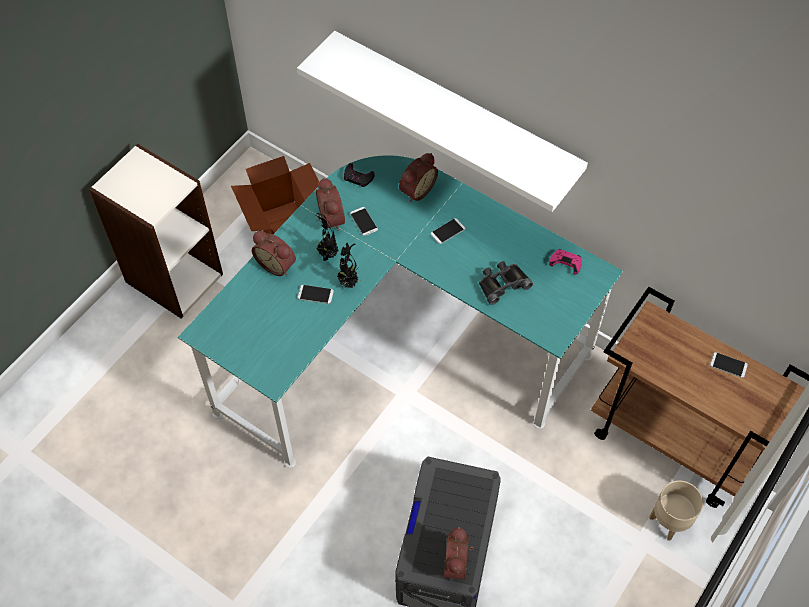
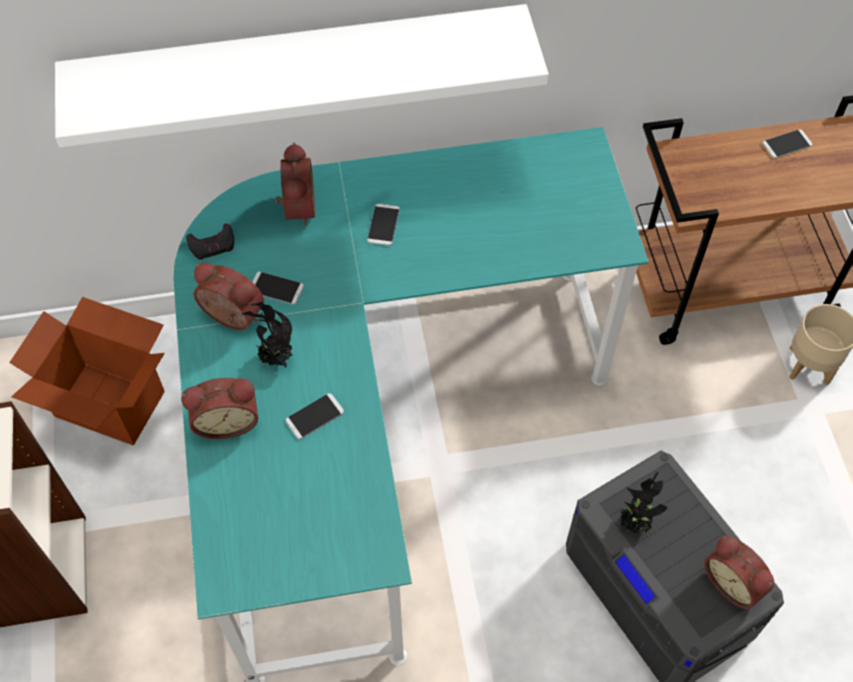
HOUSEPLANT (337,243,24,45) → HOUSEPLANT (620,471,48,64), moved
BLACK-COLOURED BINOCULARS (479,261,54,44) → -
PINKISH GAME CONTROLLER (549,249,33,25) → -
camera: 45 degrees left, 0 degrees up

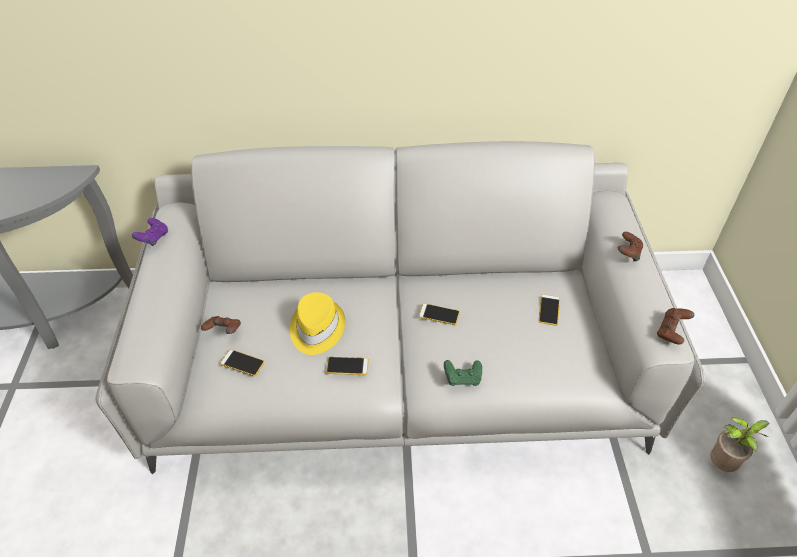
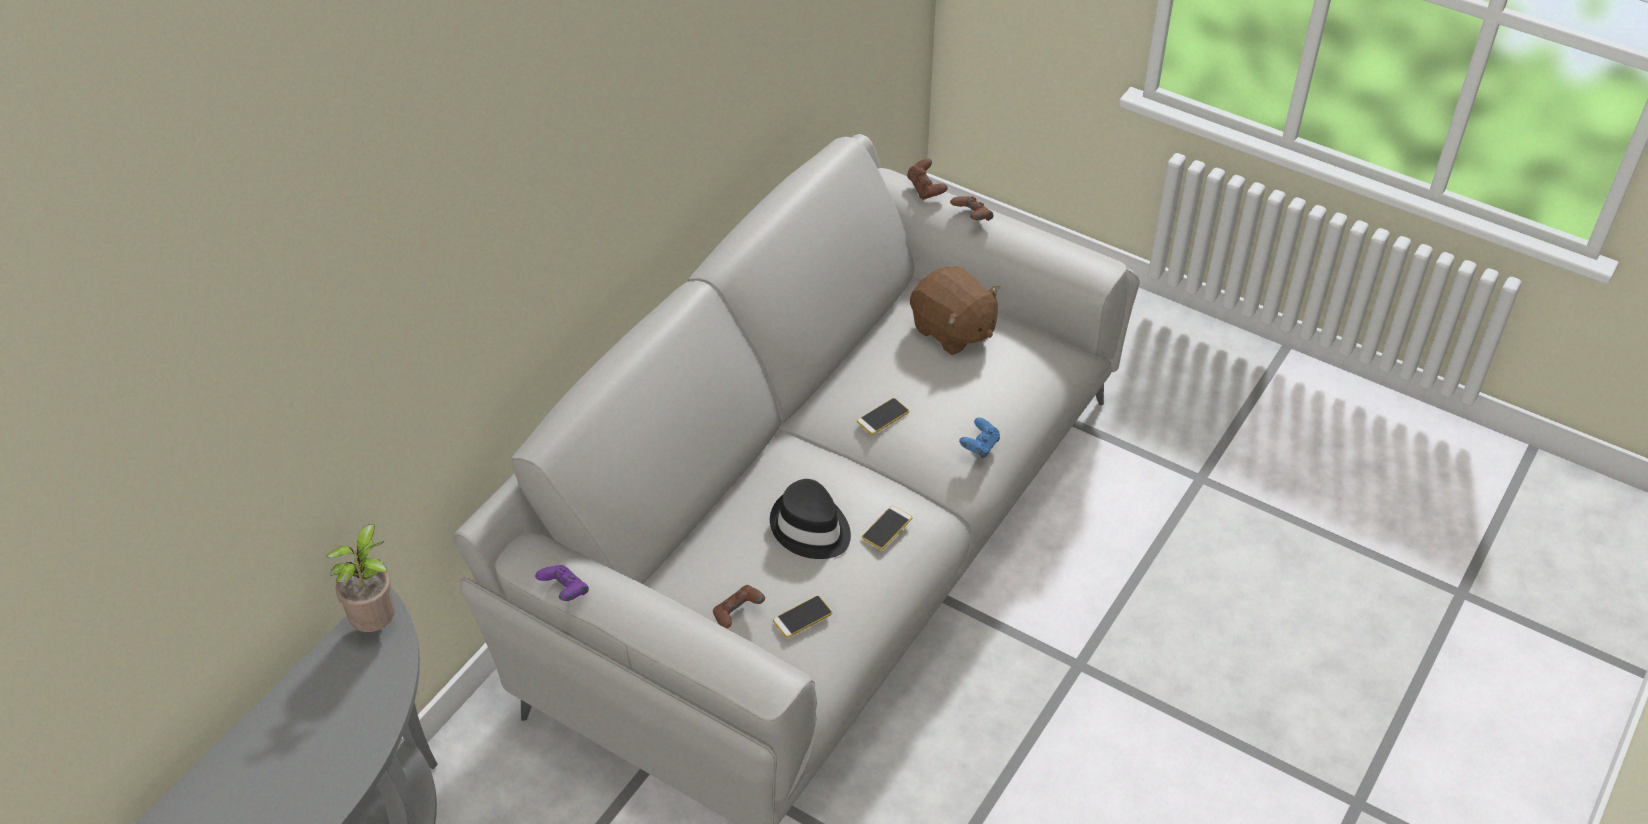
HOUSEPLANT (710,417,60,55) → HOUSEPLANT (326,524,69,108), moved
YELLOW WEARABLE HAT (290,292,55,63) → BLACK-COLOURED WEARABLE HAT (770,479,81,80)
BROWN GAME CONTROLLER (657,308,37,37) → BROWN GAME CONTROLLER (907,158,41,42), moved
TELEPHONE (538,294,22,32) → BROWN PLUSH TOY (910,266,90,89)
GREEN-COLOURED GAME CONTROLLER (444,360,38,26) → BLUISH GAME CONTROLLER (959,417,41,41)
camera: 55 degrees left, 0 degrees up

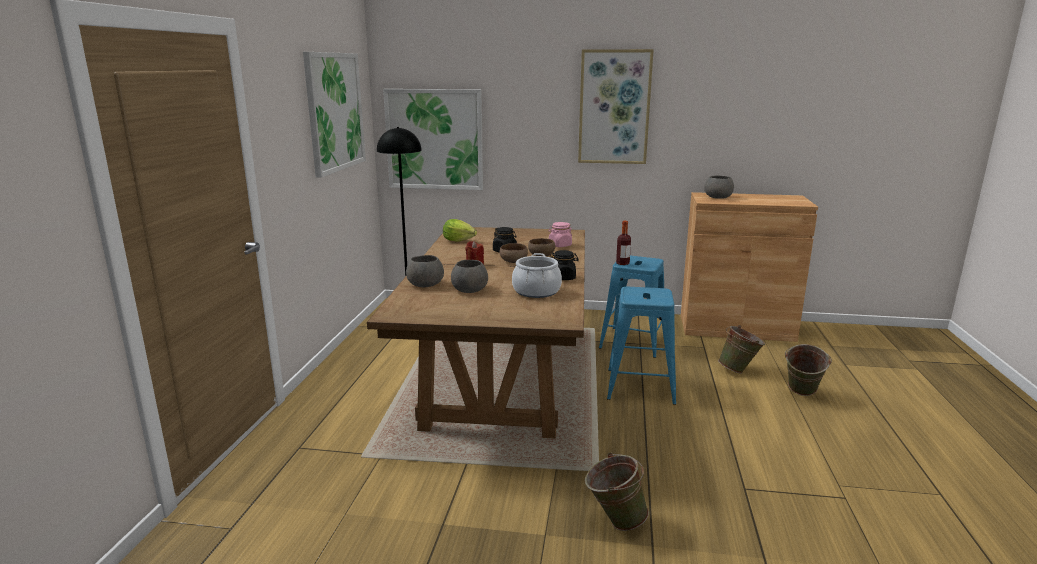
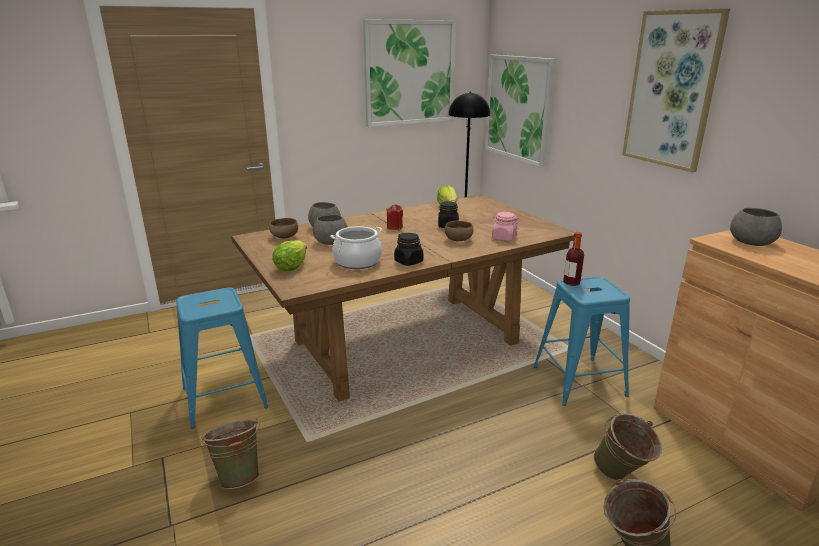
BLUISH STOOL (607,287,69,118) → BLUISH STOOL (176,288,92,141), moved
BROWN DEEP DISH (499,243,29,20) → BROWN DEEP DISH (269,218,29,20), moved
- → LETTUCE HEAD (272,240,35,31)
camera: 55 degrees right, 5 degrees up

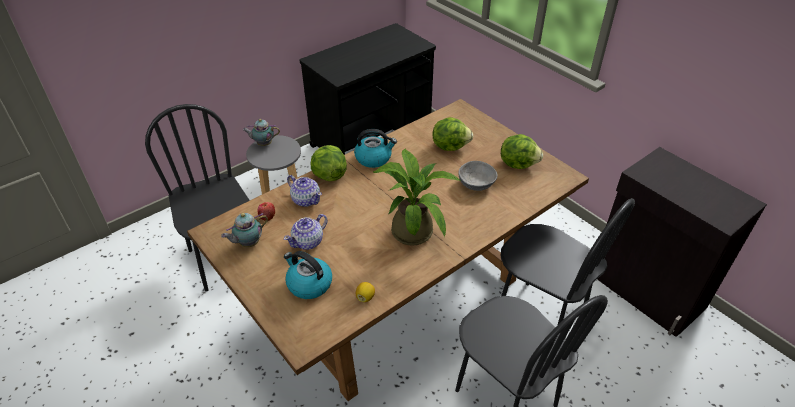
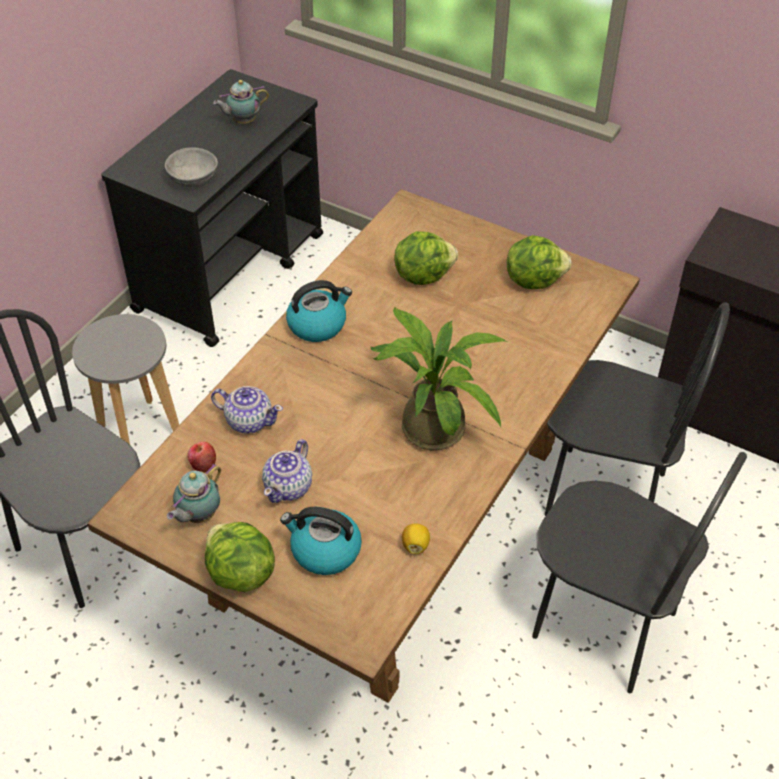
GRAY DEEP DISH (458,161,40,30) → GRAY DEEP DISH (165,147,53,40), moved
LETTUCE HEAD (310,145,37,36) → LETTUCE HEAD (205,522,70,70), moved
TEAPOT (243,119,37,27) → TEAPOT (213,80,56,44), moved
camera: 20 degrees left, 5 degrees up

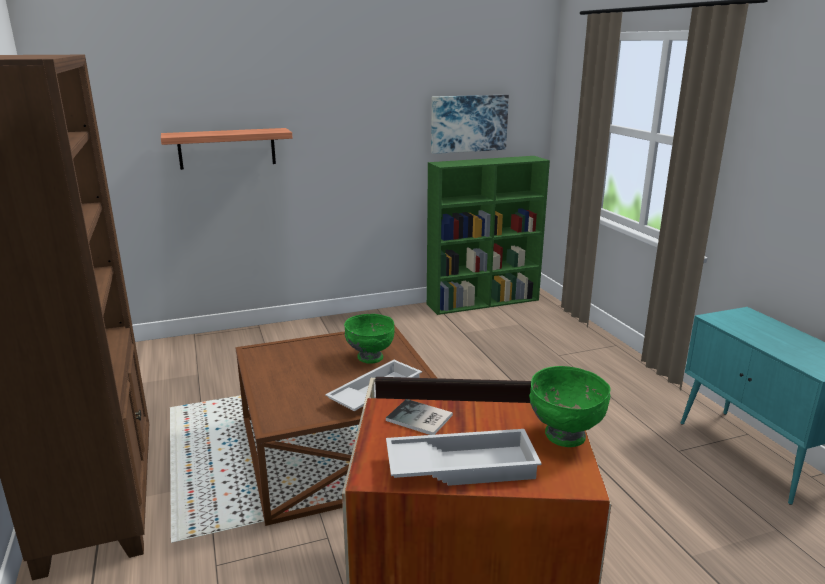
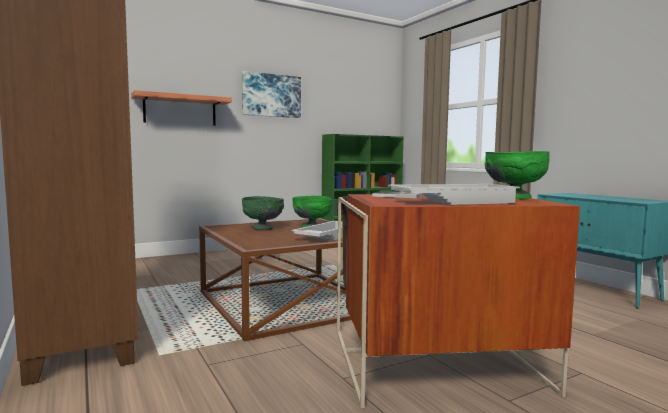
WALL ART (431,95,78,59) → WALL ART (242,71,59,47), moved
- → GREEN-COLOURED DEEP DISH (242,196,42,34)
camera: 10 degrees left, 15 degrees down

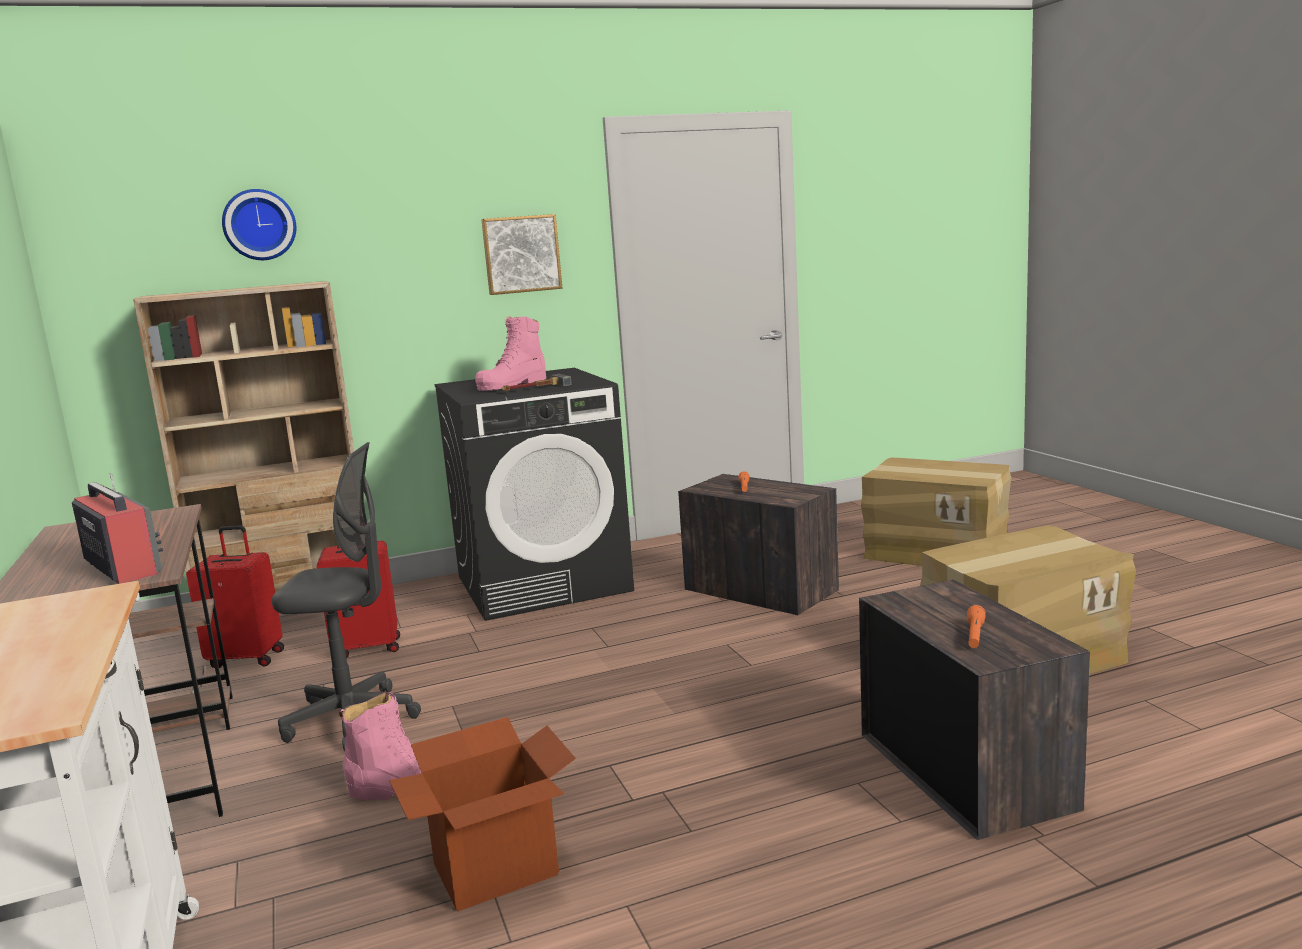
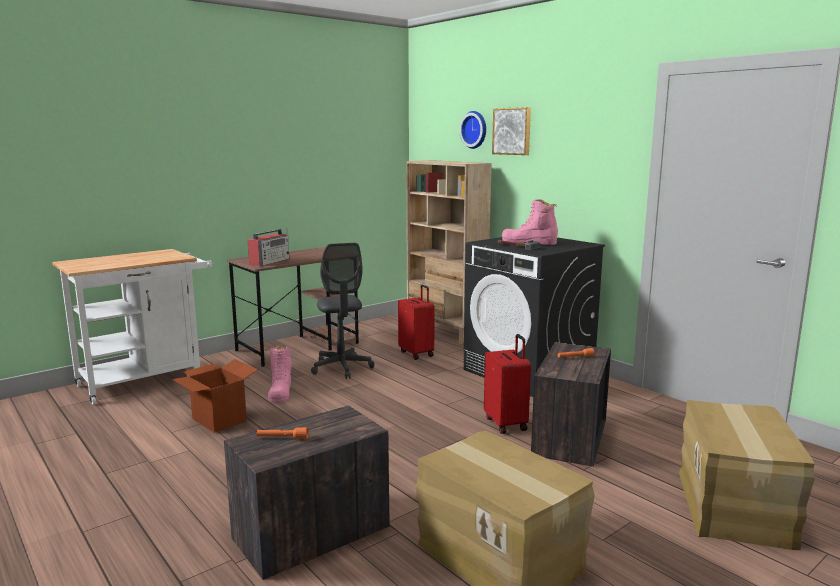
REDDISH PIECE OF LUGGAGE (186,525,98,143) → REDDISH PIECE OF LUGGAGE (484,334,47,100), moved
WALL ART (481,214,81,81) → WALL ART (492,107,39,48), moved
camera: 70 degrees right, 0 degrees up

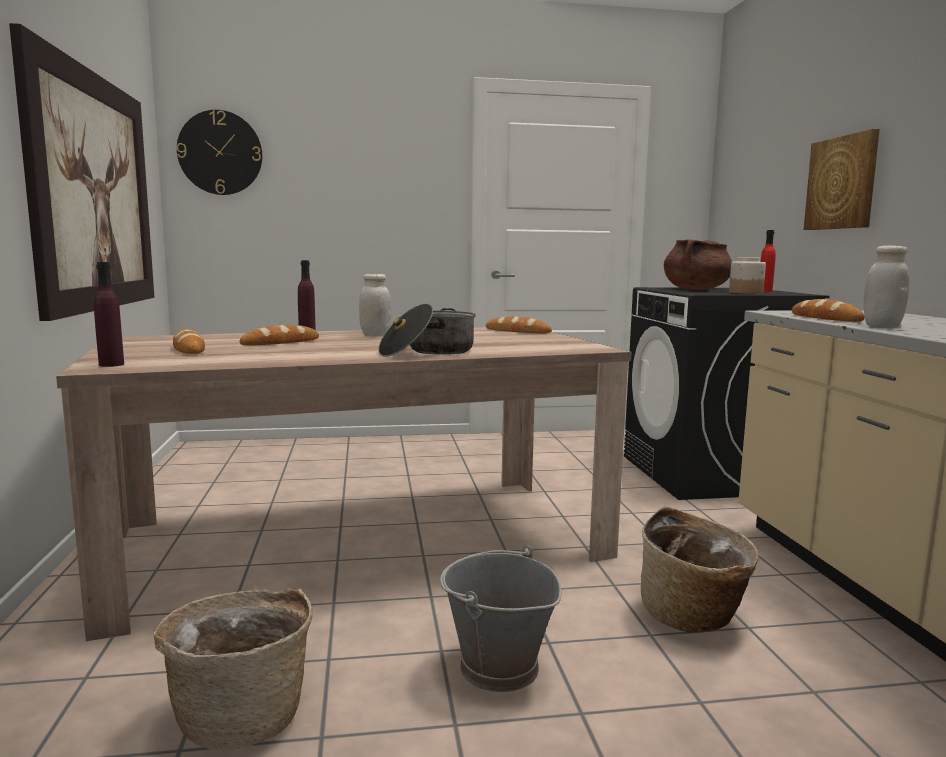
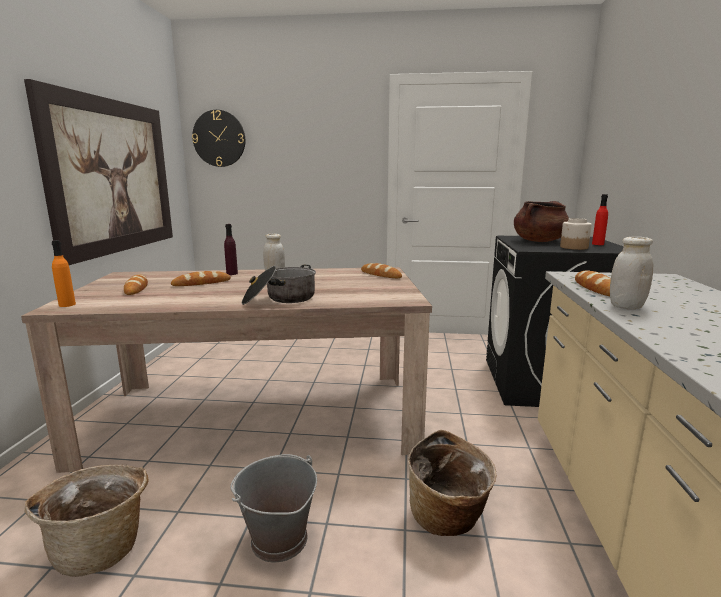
PURPLE-COLOURED BOTTLE (94,262,30,105) → ORANGEY BOTTLE (52,240,24,67)
WALL ART (804,129,76,101) → -
camera: 15 degrees right, 5 degrees up

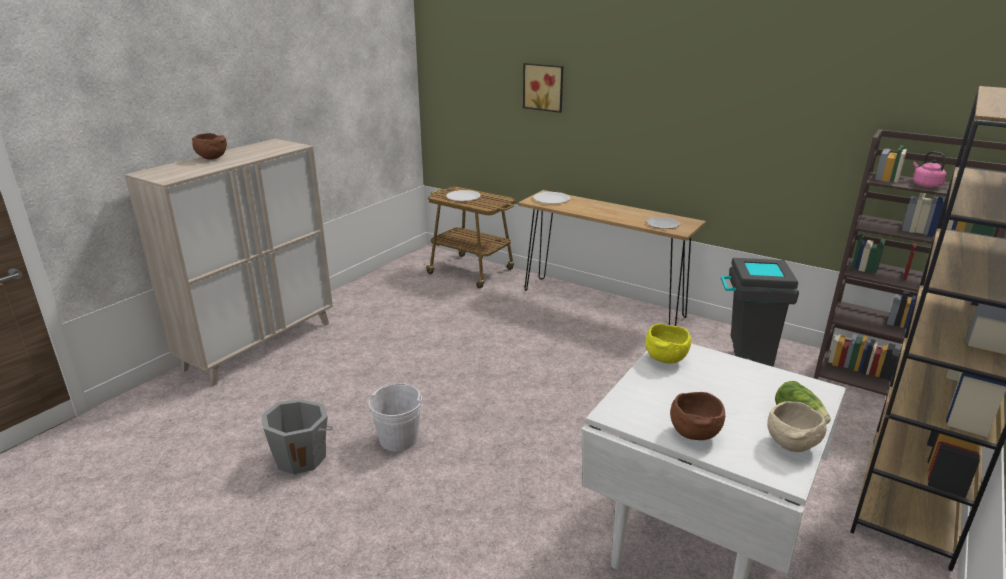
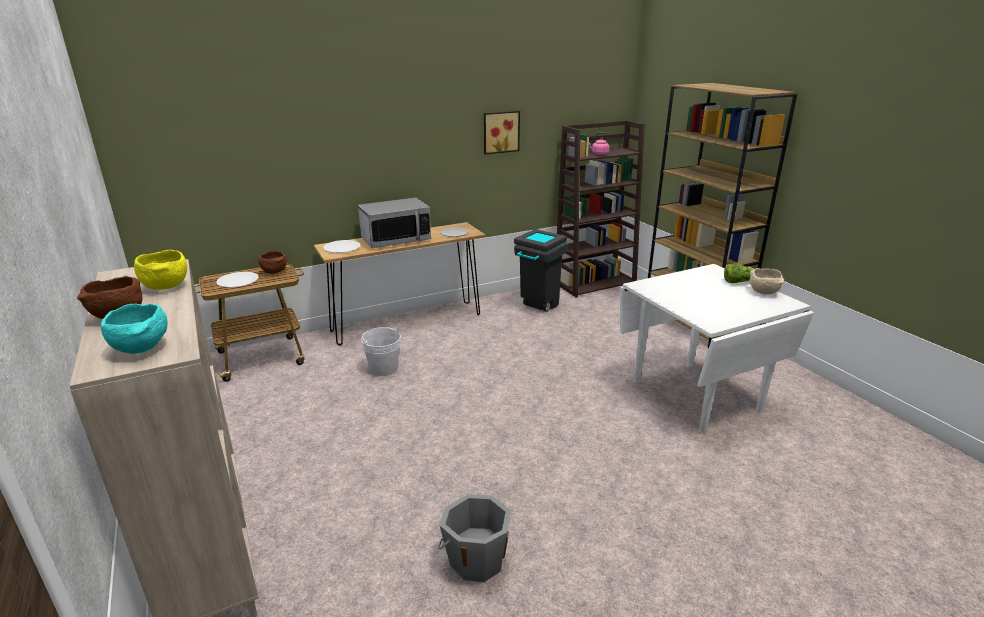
- → TURQUOISE DEEP DISH (101,304,67,50)
YELLOW DEEP DISH (645,324,46,39) → YELLOW DEEP DISH (134,250,53,40), moved
BROWN DEEP DISH (670,392,55,48) → BROWN DEEP DISH (259,251,28,23), moved
- → MICROWAVE (358,198,73,50)
WHITE WATER BUCKET (369,383,53,69) → WHITE WATER BUCKET (361,327,40,49), moved
WALL ART (523,63,40,50) → WALL ART (484,111,36,43), moved
camera: 60 degrees left, 0 degrees up

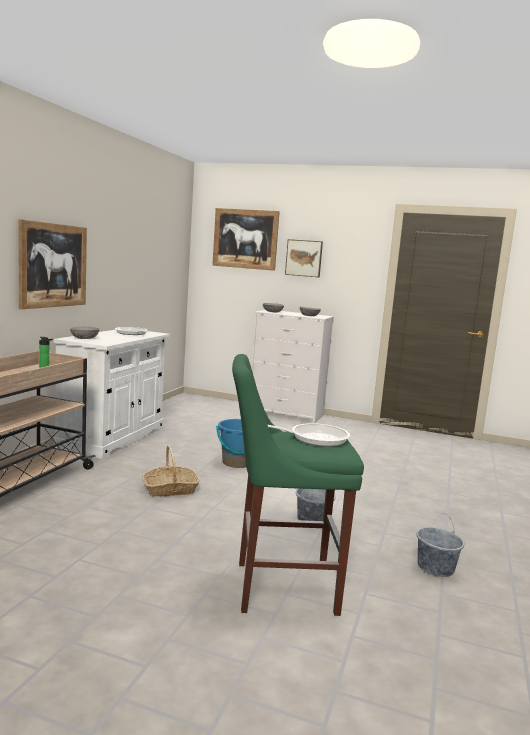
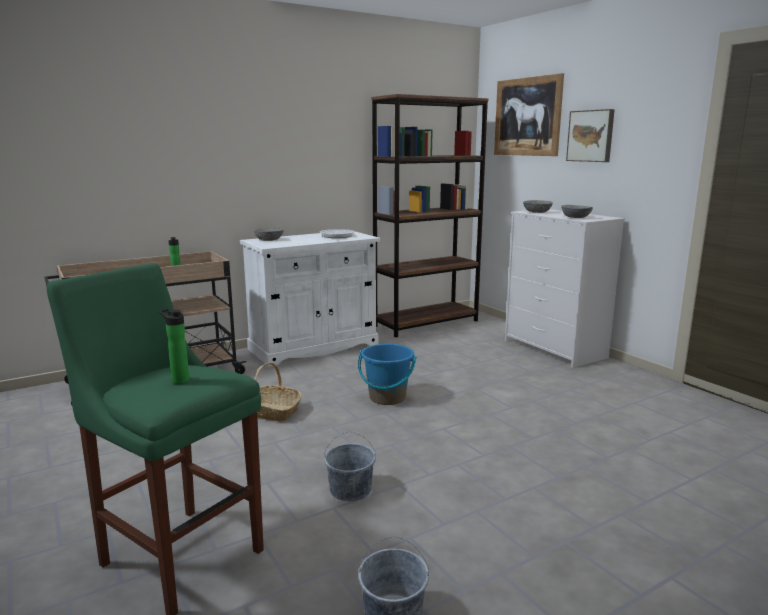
SKILLET (268,423,82,24) → BOTTLE (159,308,30,76)
- → BROWN BOOKCASE (372,94,116,243)
WALL ART (18,219,69,90) → -
camera: 40 degrees right, 5 degrees up

